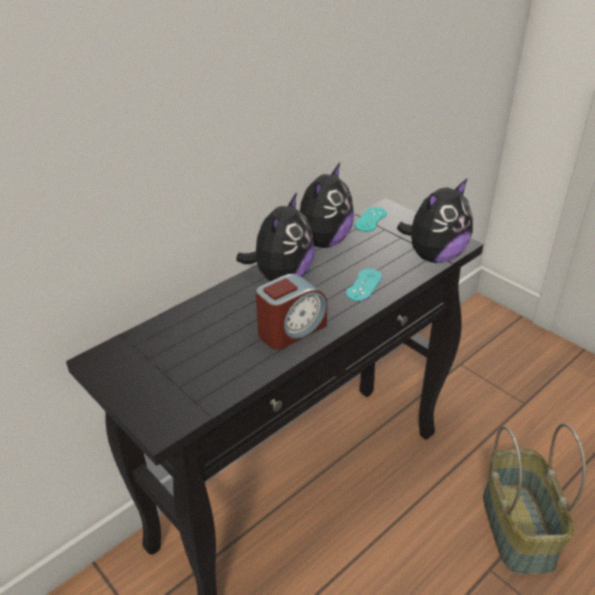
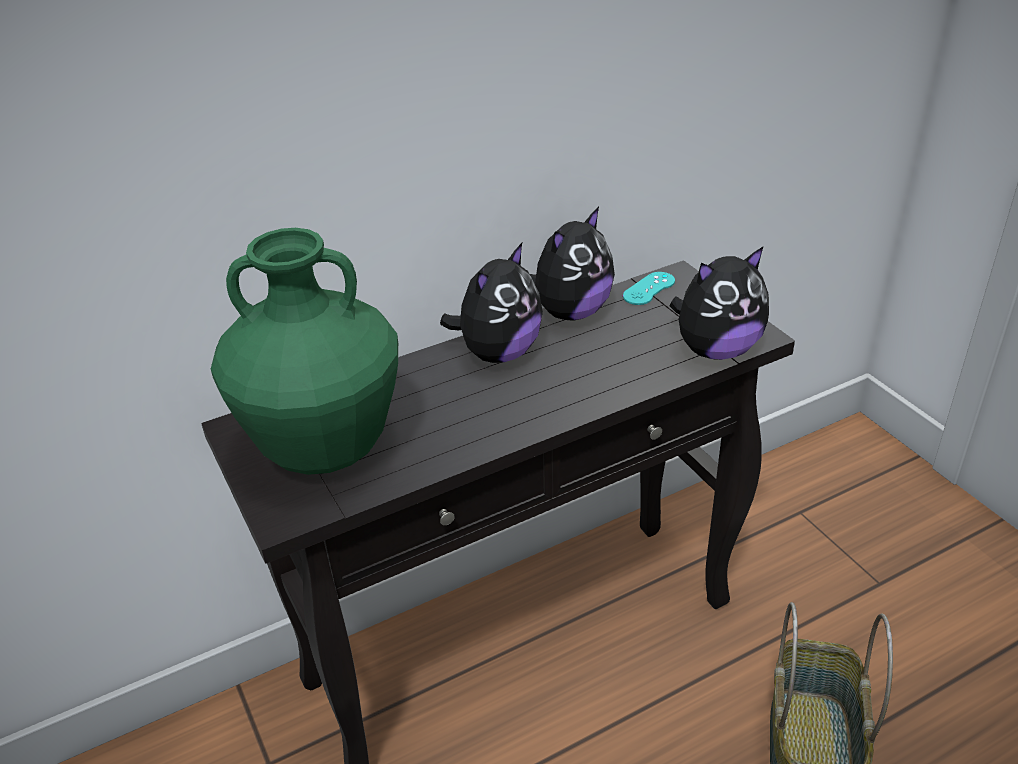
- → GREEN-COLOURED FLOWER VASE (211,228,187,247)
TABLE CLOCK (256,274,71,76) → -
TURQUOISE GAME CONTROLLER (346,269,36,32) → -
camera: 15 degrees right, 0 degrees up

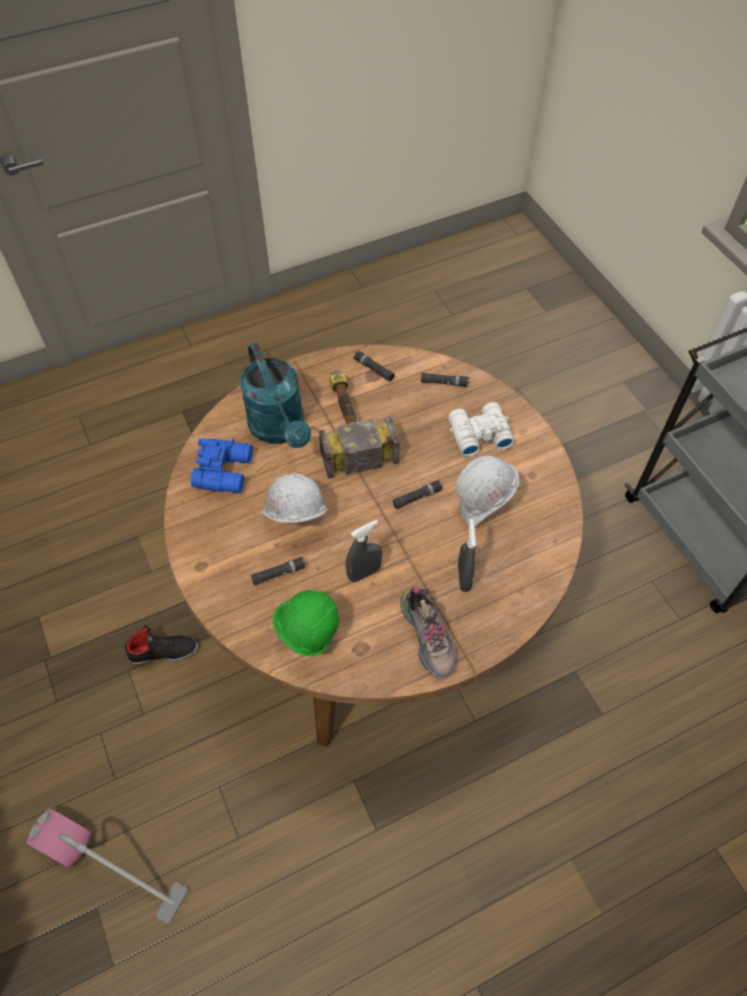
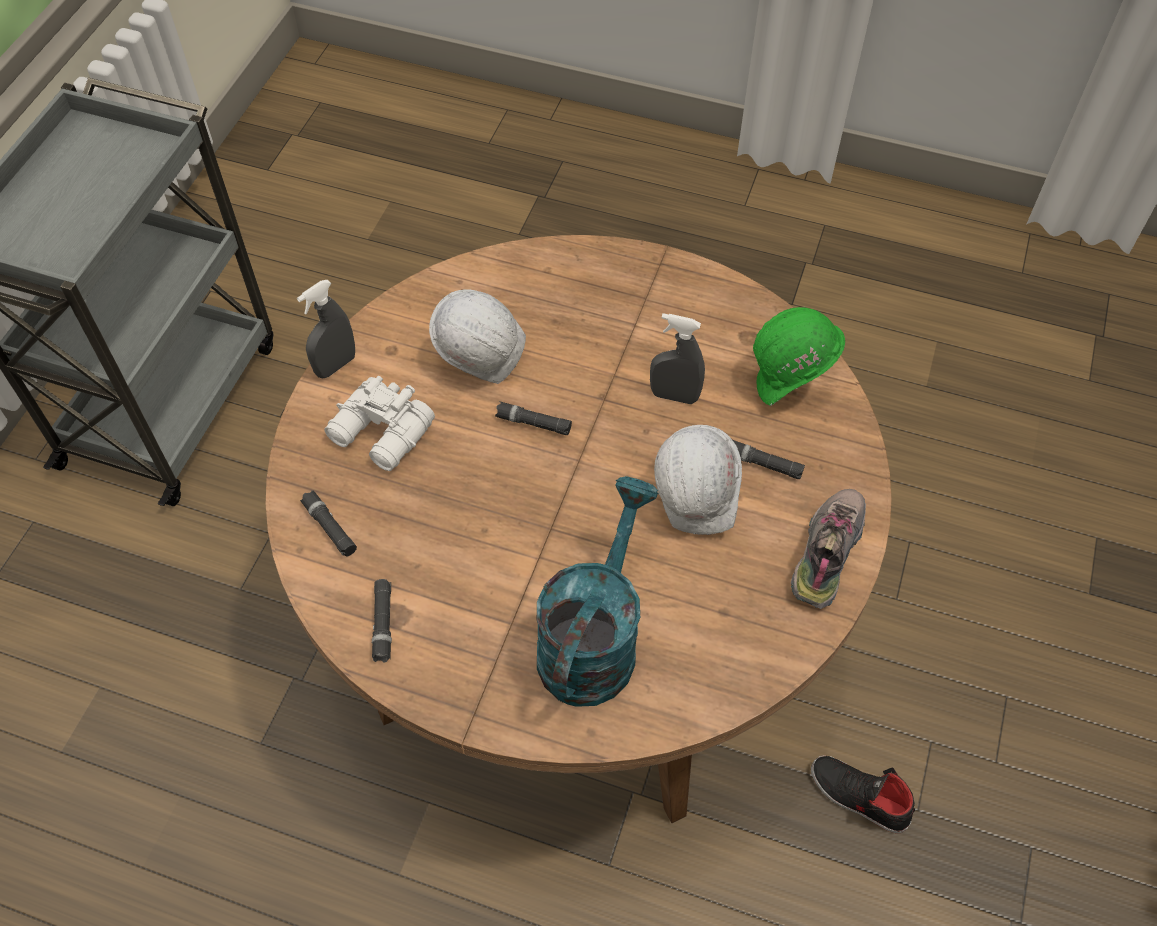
GRAY SPRAY BOTTLE (458,519,18,73) → GRAY SPRAY BOTTLE (297,280,58,98), moved
SHOE (400,586,56,92) → SHOE (791,489,75,120), moved
VACUUM CLEANER (26,808,162,116) → -
BLUISH BINOCULARS (191,438,62,55) → -
HAND HAMMER (319,370,81,109) → -
camera: 135 degrees left, 0 degrees up

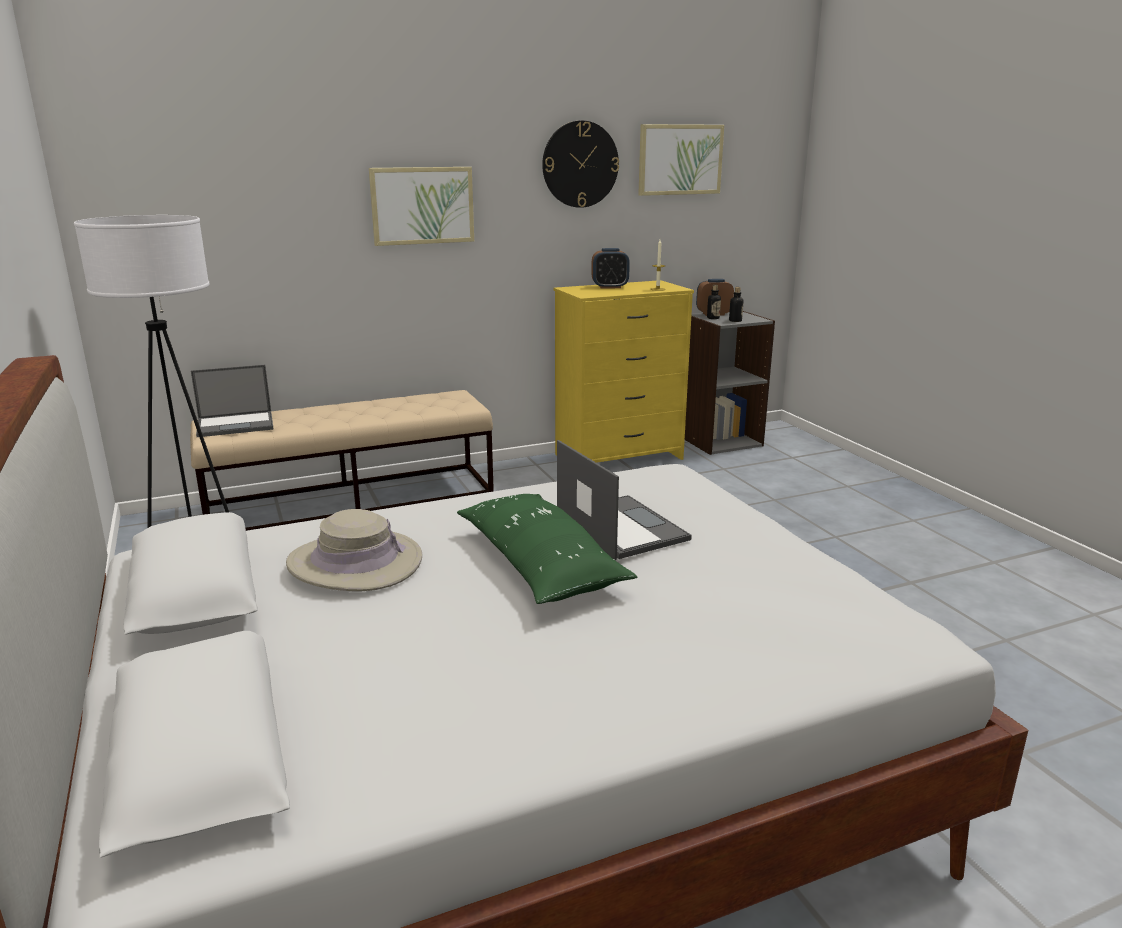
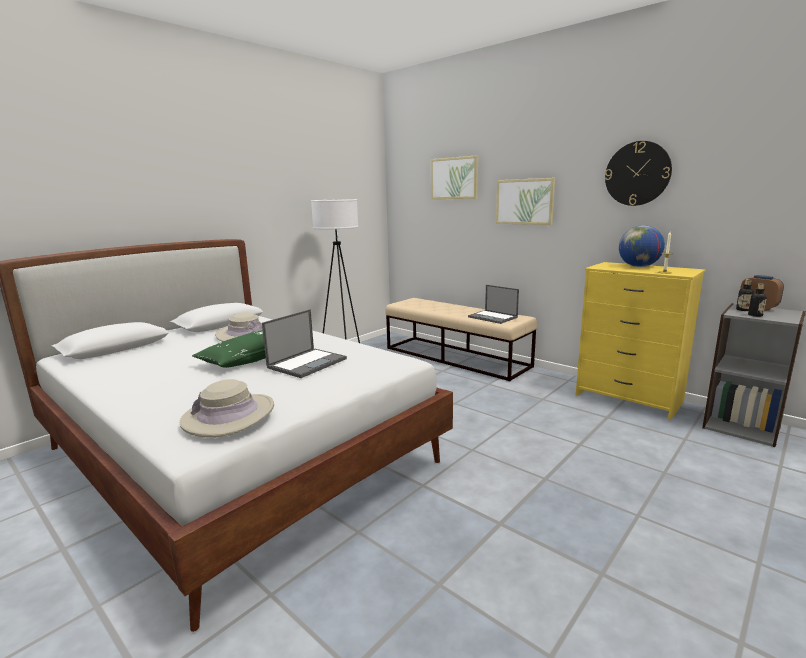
- → BEIGE-COLOURED WEARABLE HAT (180,379,94,59)
WALL ART (638,124,86,72) → WALL ART (431,155,47,44), moved
NOTEBOOK COMPUTER (191,365,83,72) → NOTEBOOK COMPUTER (468,285,51,39), moved
TABLE CLOCK (591,248,39,41) → WORLD GLOBE (619,225,46,42)
camera: 65 degrees right, 5 degrees down

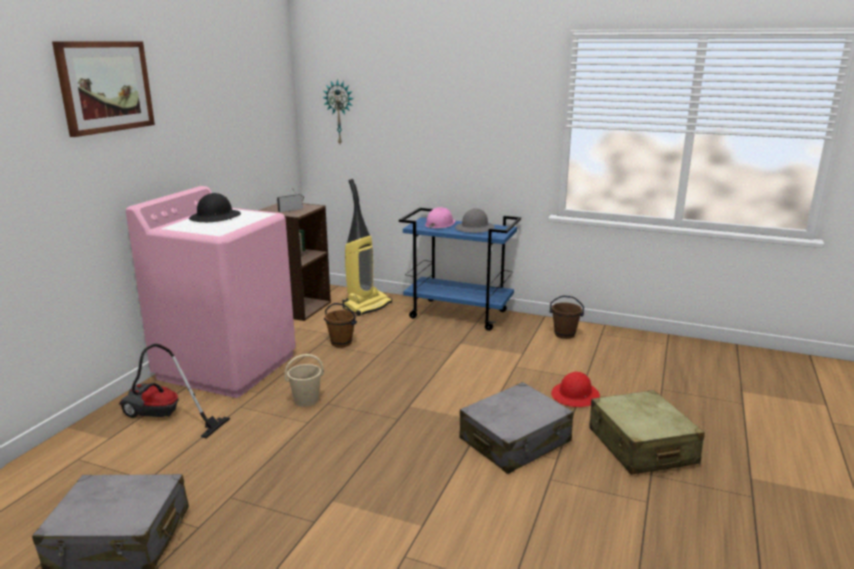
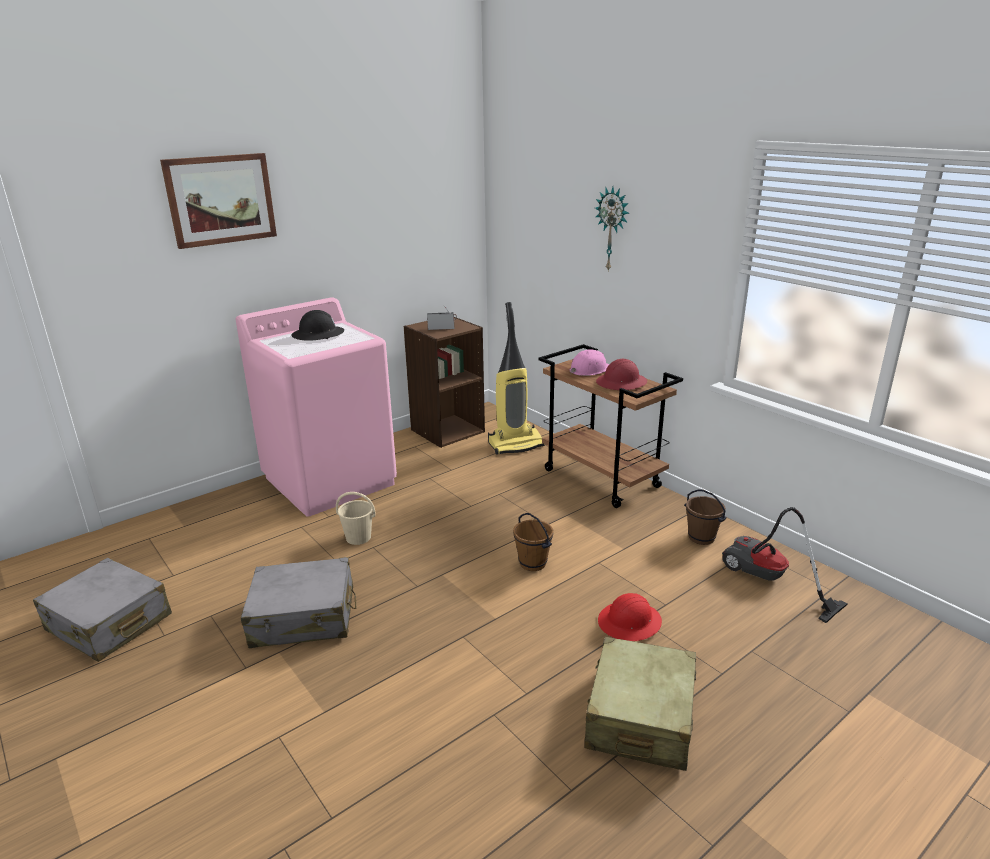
GRAY PIECE OF LUGGAGE (459,382,115,92) → GRAY PIECE OF LUGGAGE (241,557,115,91), moved
BROWN WATER BUCKET (324,303,33,45) → BROWN WATER BUCKET (513,513,40,58), moved
BLUISH TROLLEY (399,208,122,123) → BROWN TROLLEY (538,344,145,164)
CLOCK ON THE WALL (323,79,31,65) → CLOCK ON THE WALL (595,187,34,84), moved
GRAY HARD HAT (455,209,40,24) → REDDISH HARD HAT (596,359,51,31)
VACUUM CLEANER (119,344,111,94) → VACUUM CLEANER (722,507,126,116), moved
camera: 30 degrees right, 5 degrees up

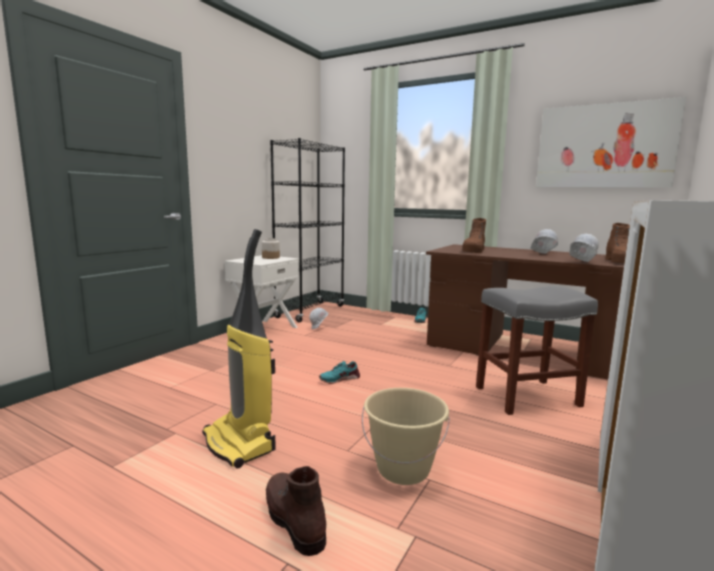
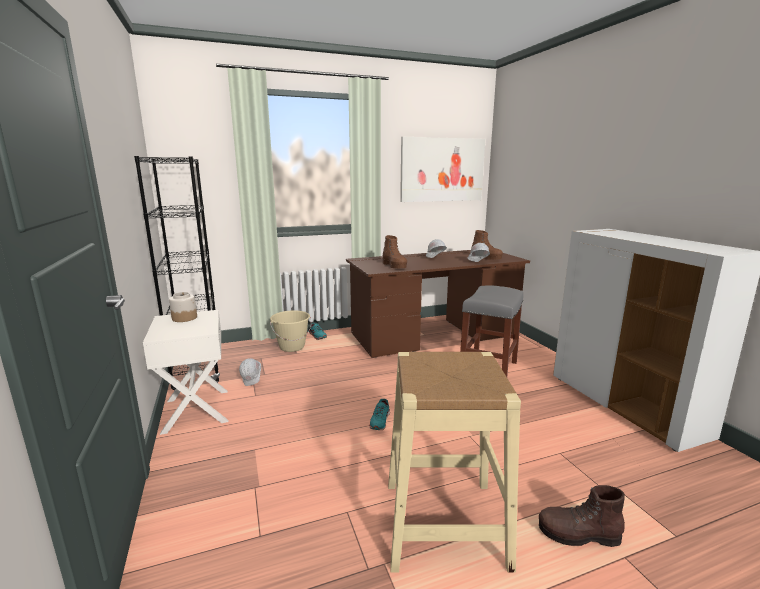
BEIGE-COLOURED WATER BUCKET (362,388,88,97) → BEIGE-COLOURED WATER BUCKET (270,310,41,42), moved
VACUUM CLEANER (202,229,74,240) → BEIGE-COLOURED STOOL (388,352,133,221)
camera: 50 degrees left, 5 degrees up

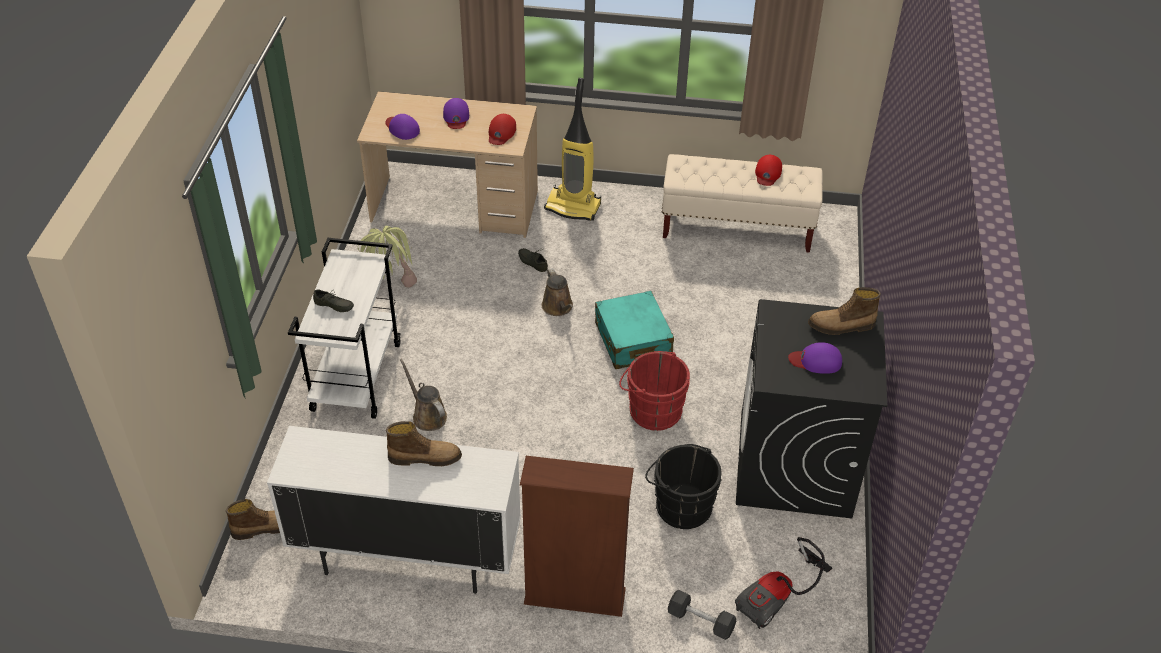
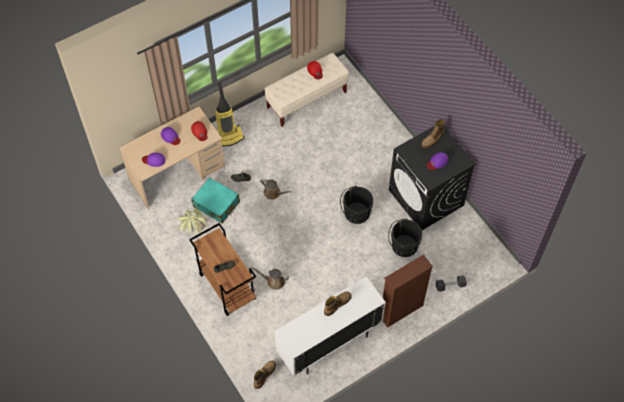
WHITE TROLLEY (288,238,113,181) → BROWN TROLLEY (189,223,67,93)
TURQUOISE PIECE OF LUGGAGE (595,291,79,78) → TURQUOISE PIECE OF LUGGAGE (191,178,49,45), moved
REDDISH WATER BUCKET (619,351,71,80) → BLACK-COLOURED WATER BUCKET (340,186,33,38)
VACUUM CLEANER (735,537,97,92) → -
camera: 40 degrees left, 15 degrees up

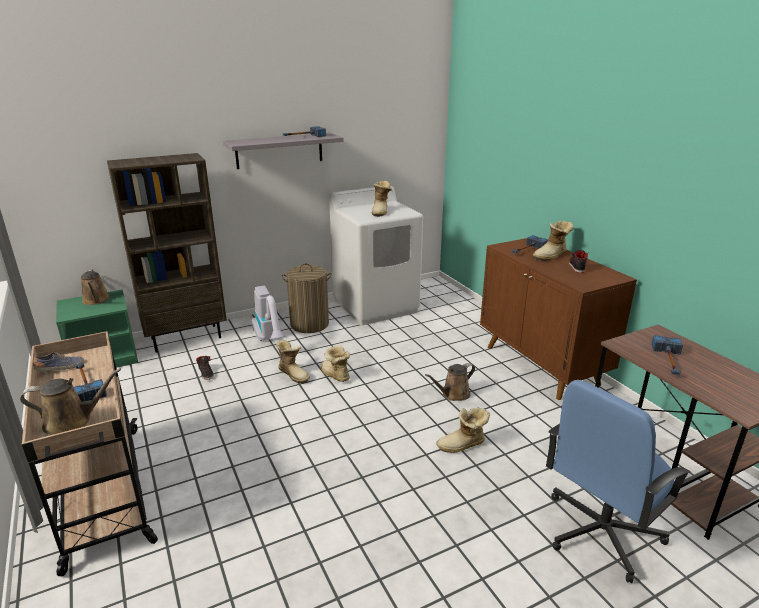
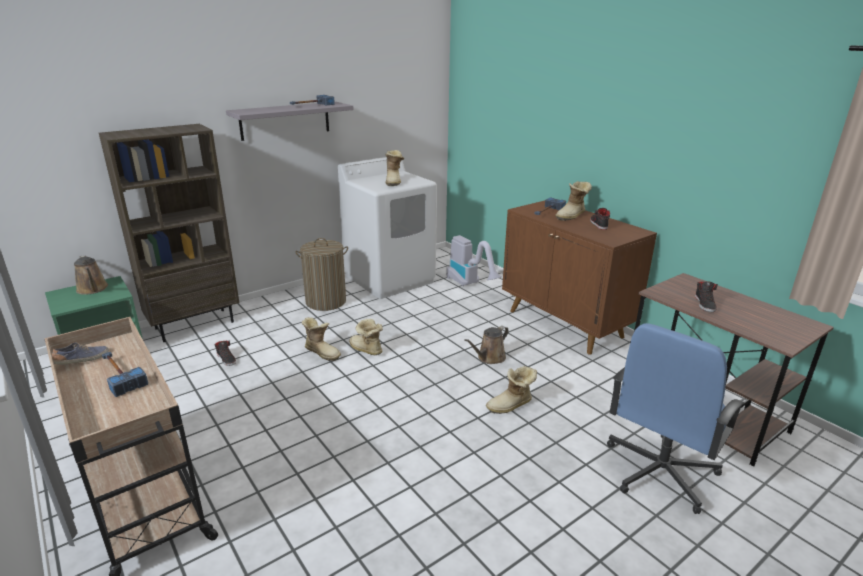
VACUUM CLEANER (252,286,34,55) → VACUUM CLEANER (446,235,56,51), moved
HAND HAMMER (651,335,32,40) → BLACK-COLOURED SHOE (695,281,23,31)
BROWN WATERING POT (20,369,101,66) → -
camera: 10 degrees left, 0 degrees up

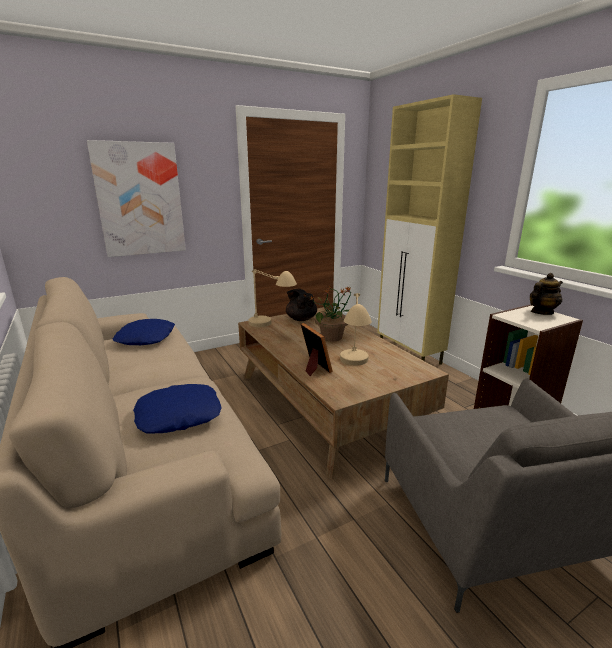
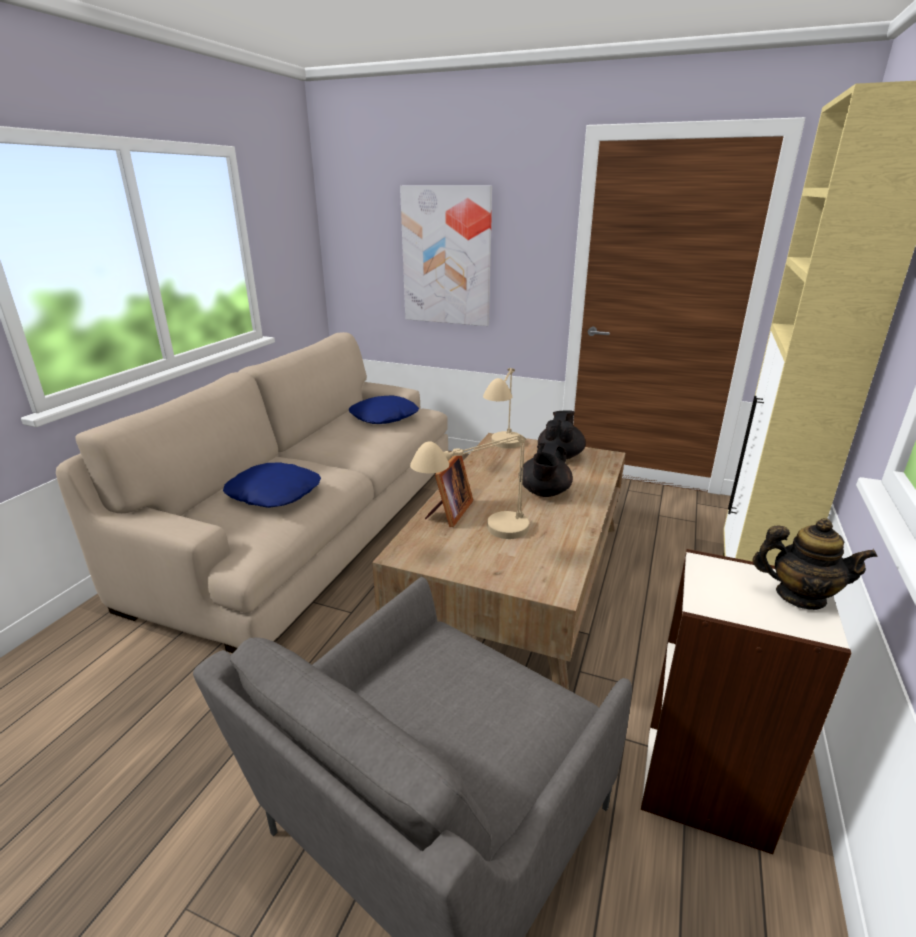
HOUSEPLANT (310,286,41,56) → BLACK-COLOURED TEAPOT (520,442,53,55)
camera: 50 degrees right, 5 degrees up

